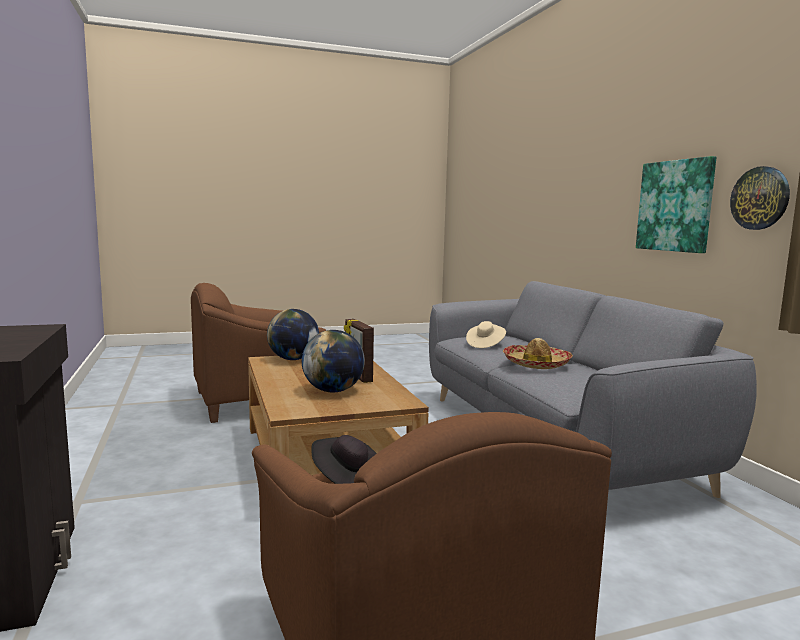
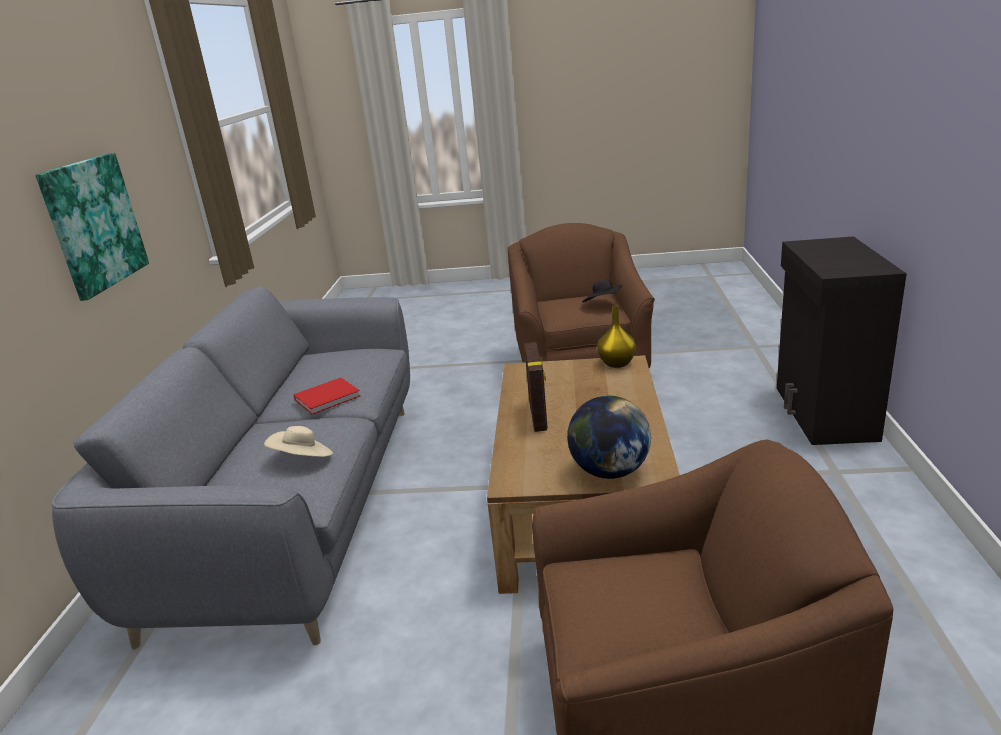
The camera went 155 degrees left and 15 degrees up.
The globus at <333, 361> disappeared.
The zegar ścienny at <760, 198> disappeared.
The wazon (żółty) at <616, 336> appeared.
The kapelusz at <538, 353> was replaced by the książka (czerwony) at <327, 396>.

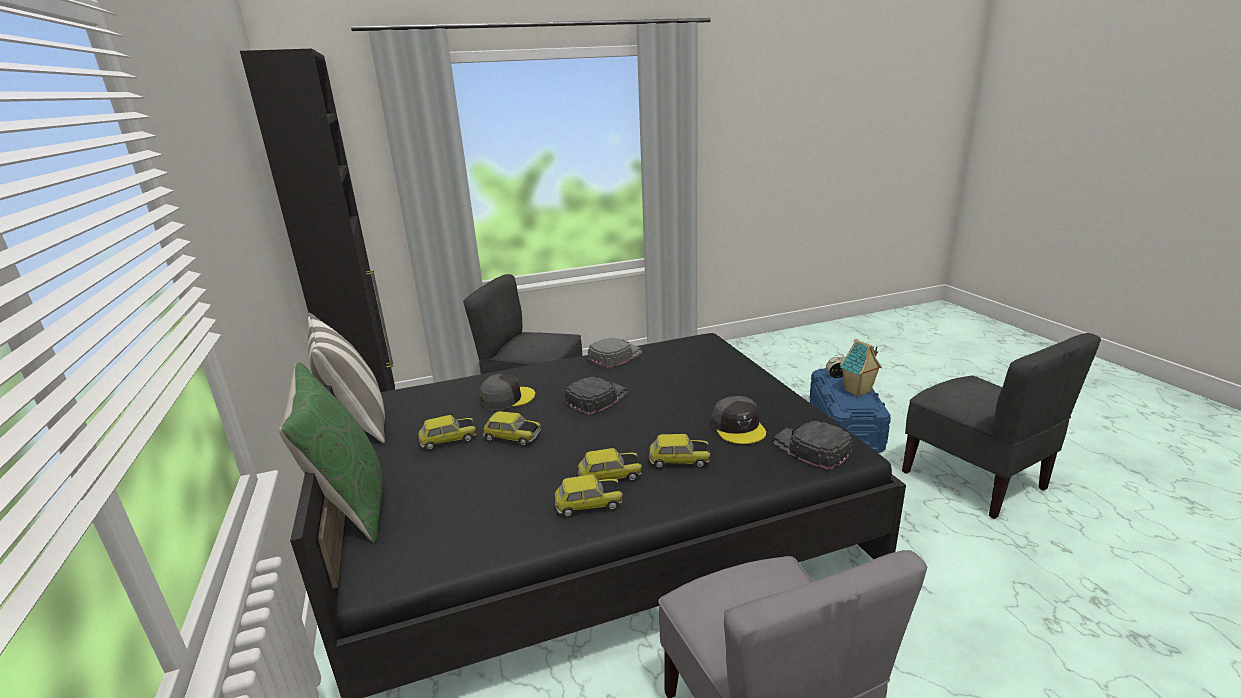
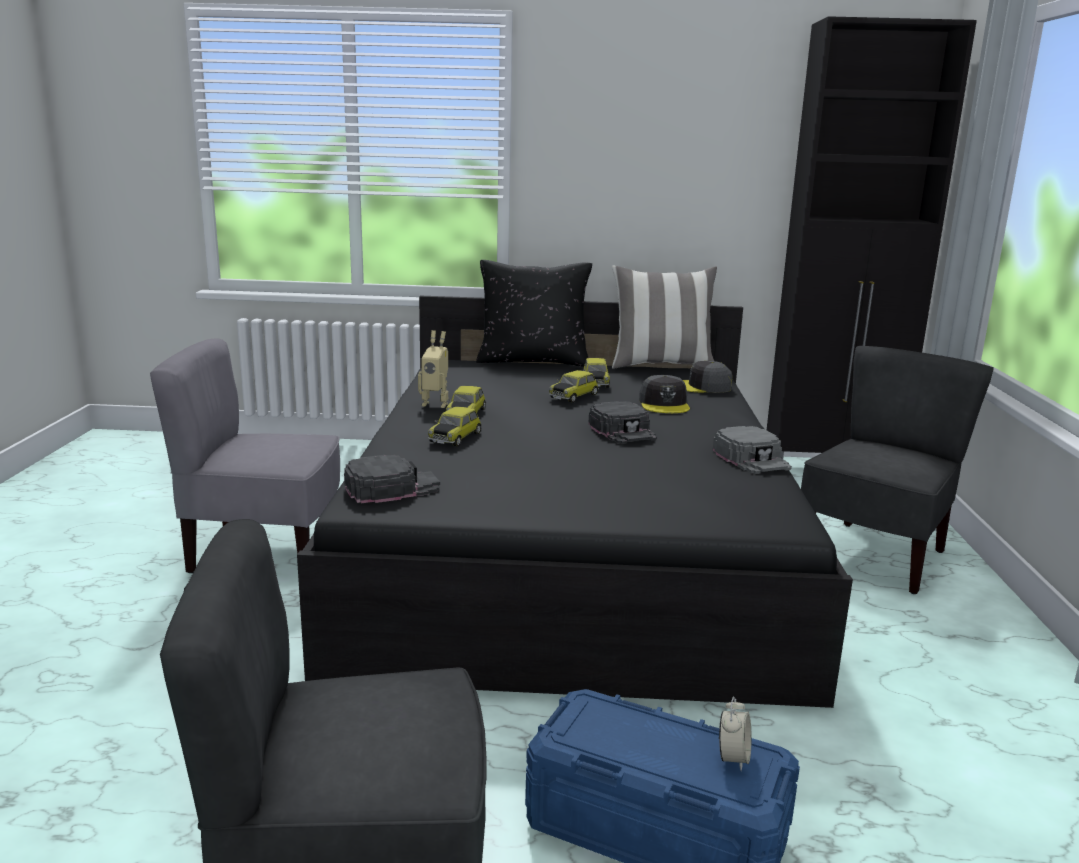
The camera went 110 degrees right and 5 degrees down.
The domek at <861, 368> disappeared.
The czapka z daszkiem (szary) moved from <739, 420> to <708, 377>.
The samochodzik at <588, 496> was replaced by the robot zabawkowy at <433, 369>.
The poduszka (zielony) at <330, 452> became the poduszka (czarny) at <534, 313>.

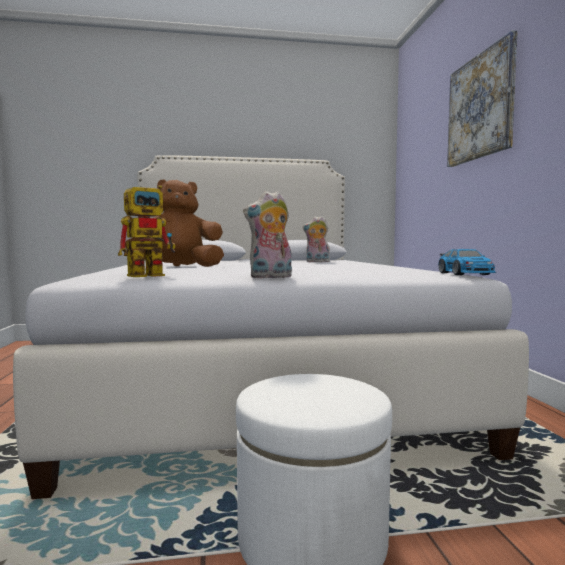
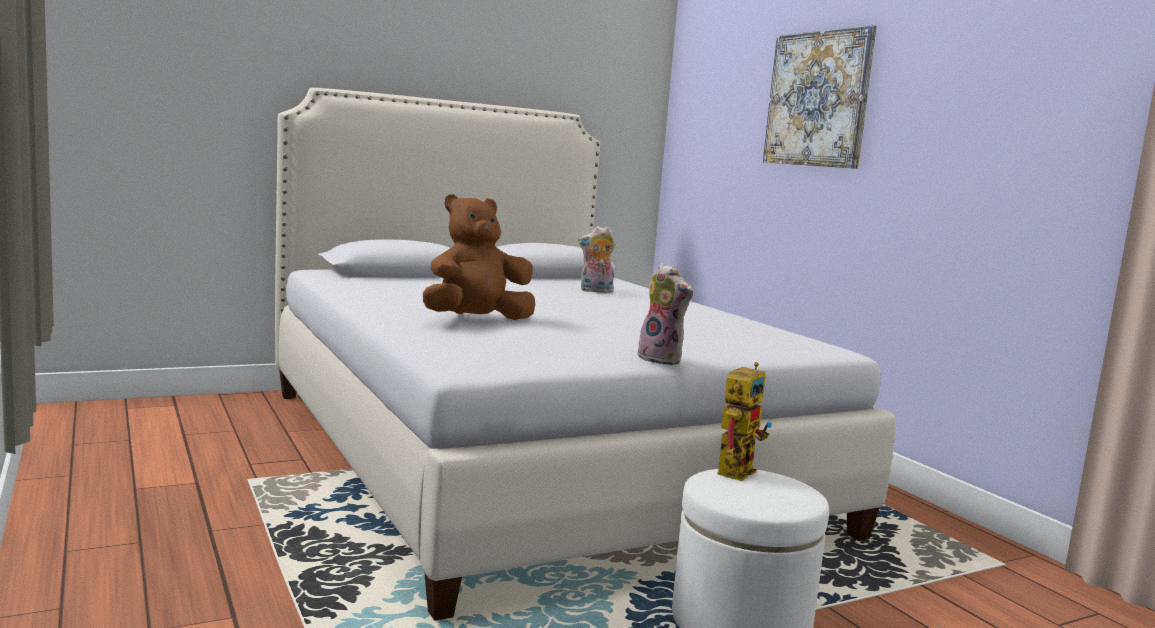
The camera went 20 degrees left and 5 degrees up.
The samochodzik at <467, 262> disappeared.
The robot zabawkowy moved from <147, 231> to <745, 421>.
The pluszak at <267, 234> turned 90 degrees counterclockwise.

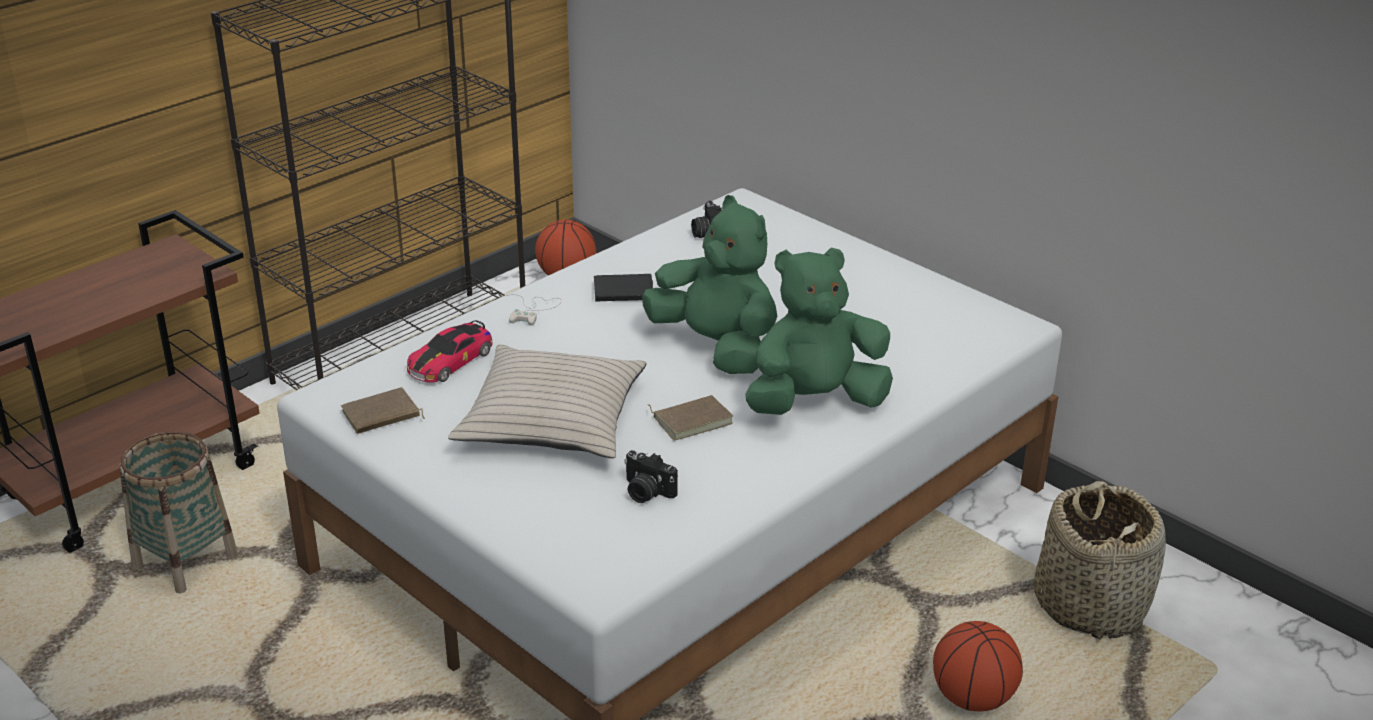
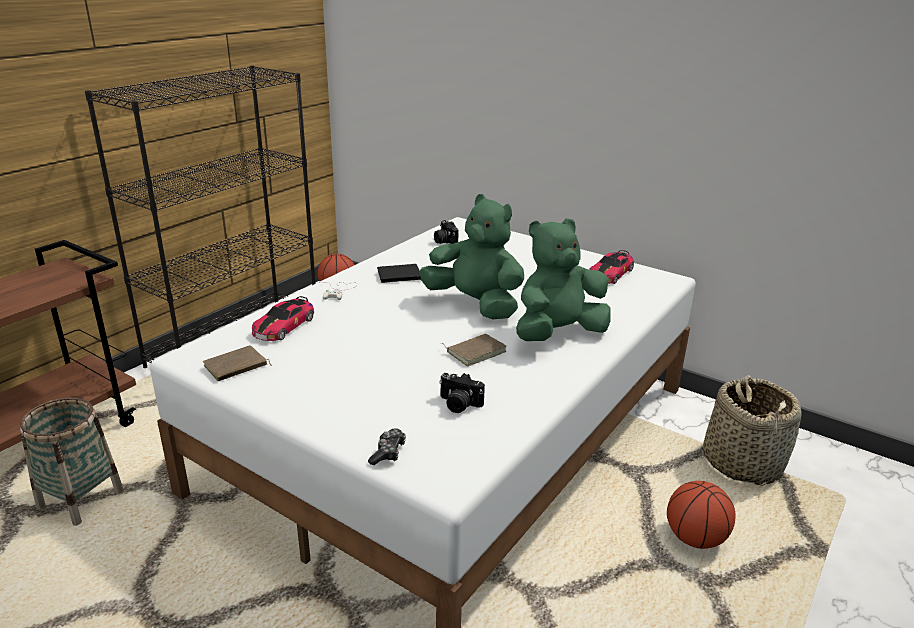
The camera went 10 degrees left and 5 degrees down.
The poduszka (beżowy) at <547, 401> disappeared.
The pad do gier at <387, 446> appeared.
The samochodzik at <611, 267> appeared.

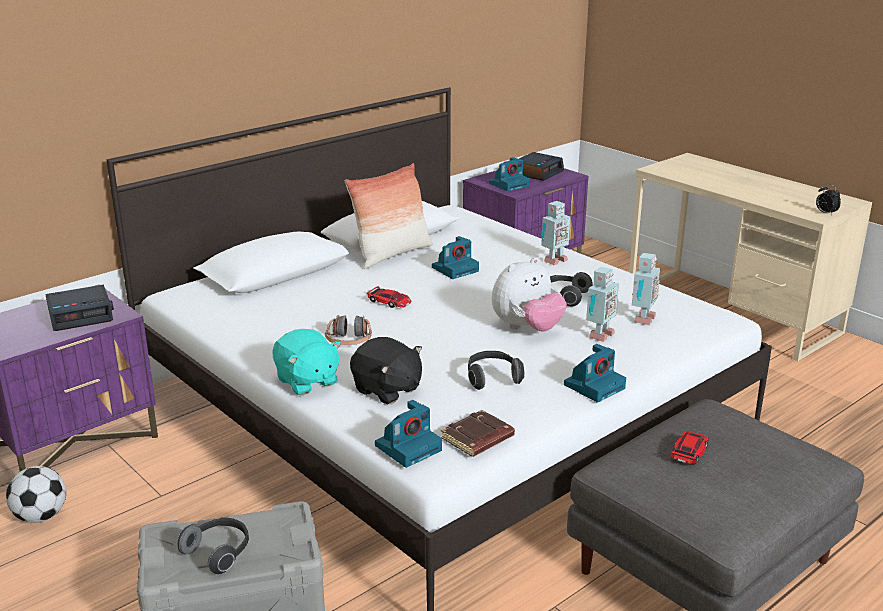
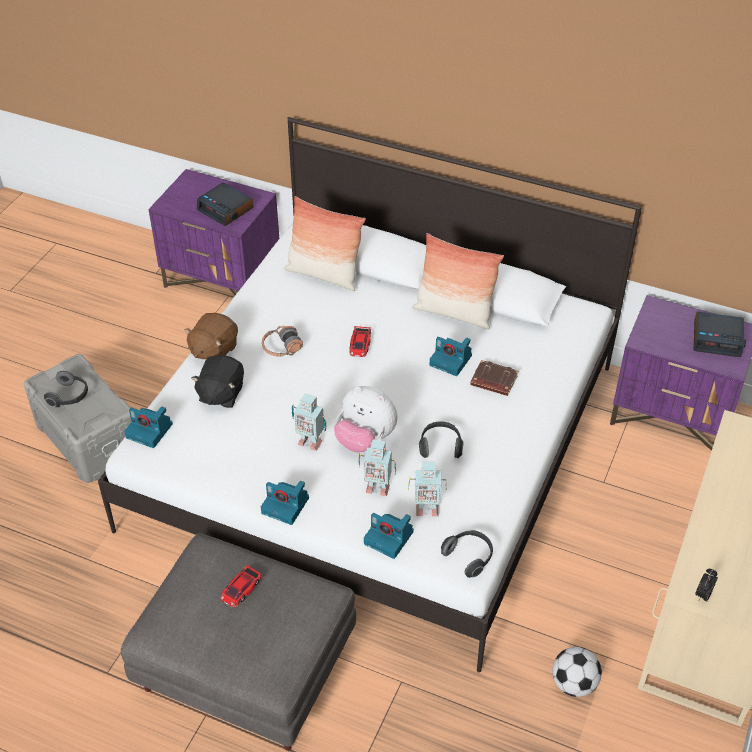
The camera went 65 degrees right and 20 degrees up.
The poduszka at <325, 243> appeared.
The piłka futbolowa moved from <36, 494> to <577, 672>.
The książka (brązowy) moved from <478, 433> to <494, 378>.
The słuchawki moved from <496, 370> to <467, 554>.
The aparat fotograficzny moved from <509, 174> to <389, 536>.
The robot zabawkowy moved from <556, 233> to <309, 422>.
The pluszak (turkusowy) at <307, 362> became the pluszak (brązowy) at <211, 336>.
The samochodzik at <689, 447> turned 120 degrees clockwise.

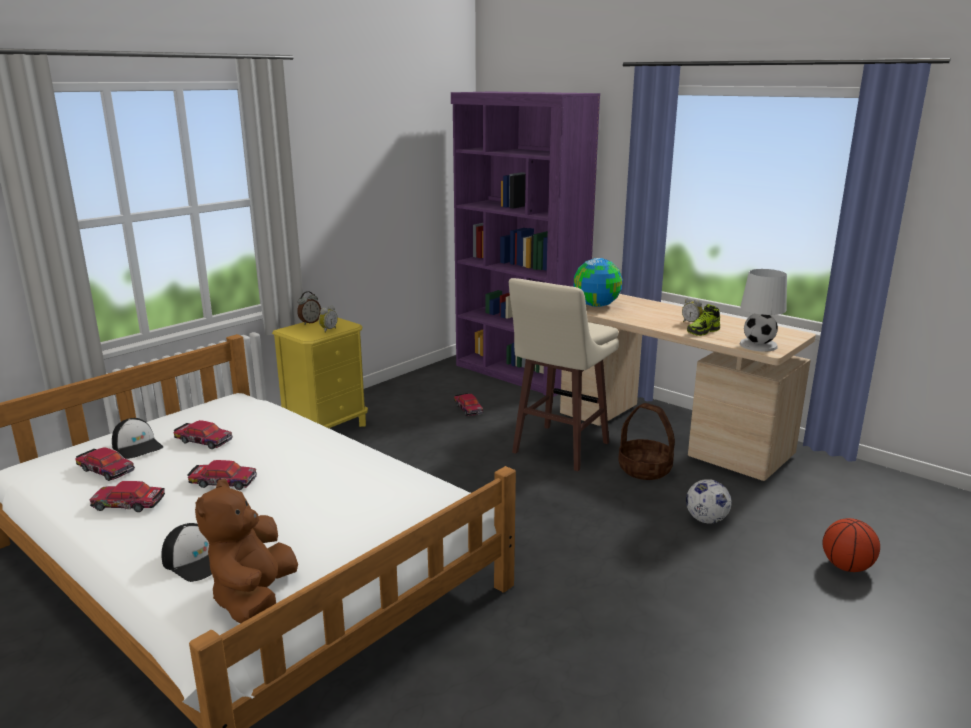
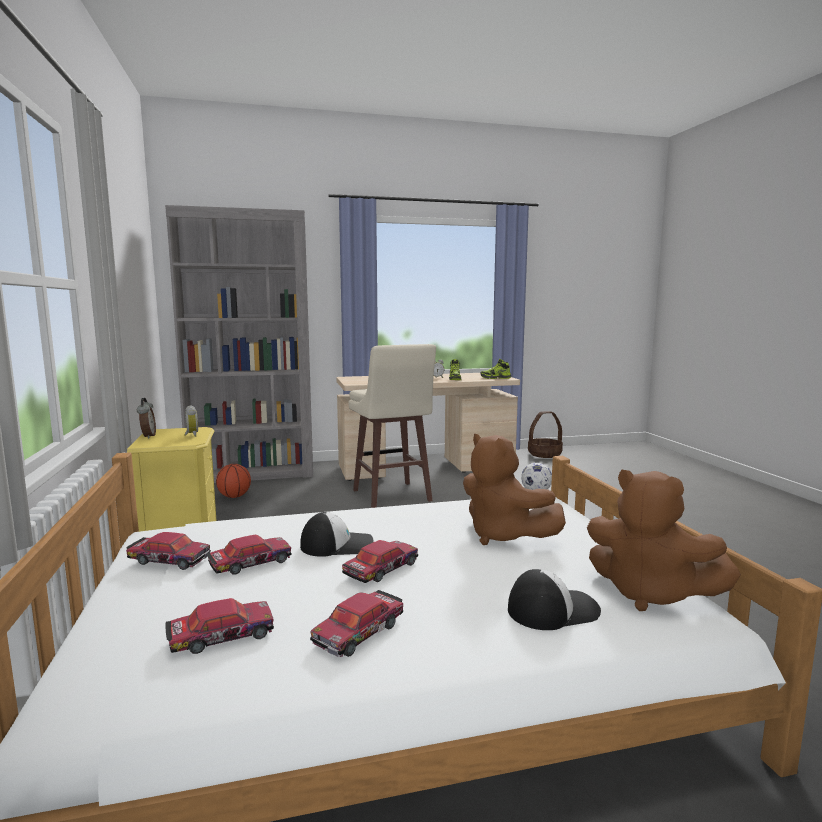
The camera went 55 degrees left and 10 degrees down.
The globus at <598, 282> disappeared.
The pluszak (brązowy) at <514, 489> appeared.
The czapka z daszkiem moved from <137, 438> to <337, 534>.
The samochodzik moved from <468, 404> to <168, 551>.
The koszyk moved from <646, 441> to <545, 434>.
The piłka do koszykówki moved from <851, 545> to <233, 481>.
The lampa stołowa (biały) at <763, 310> was replaced by the but at <495, 369>.
The regał (fioletowy) at <525, 244> became the regał (szary) at <239, 344>.

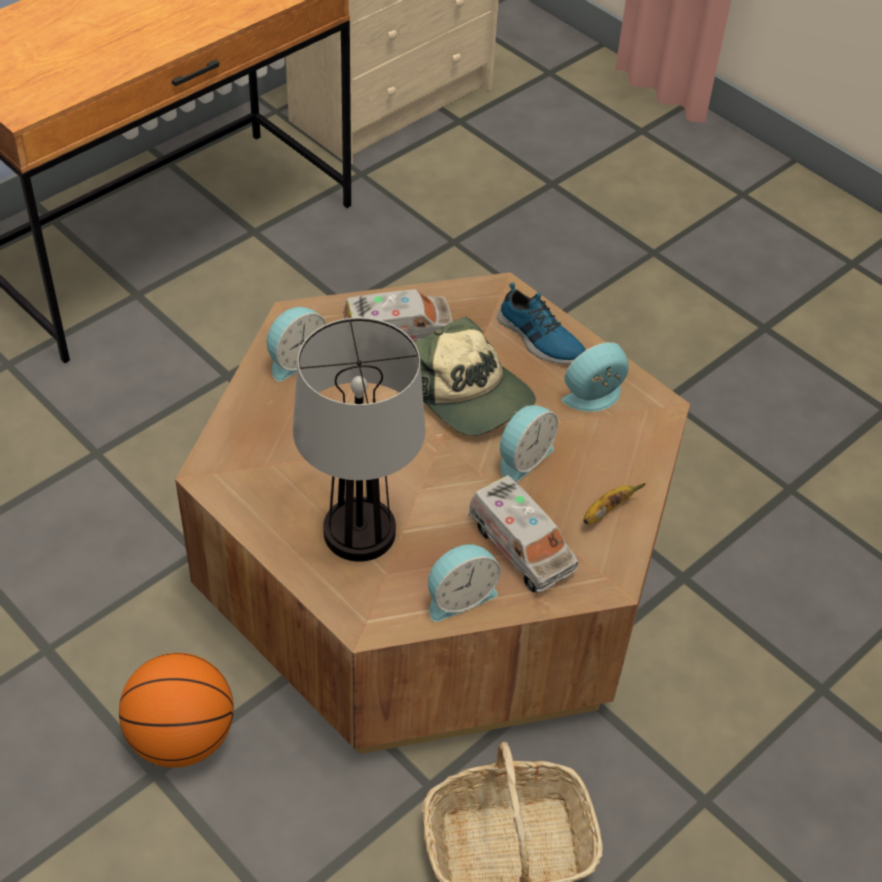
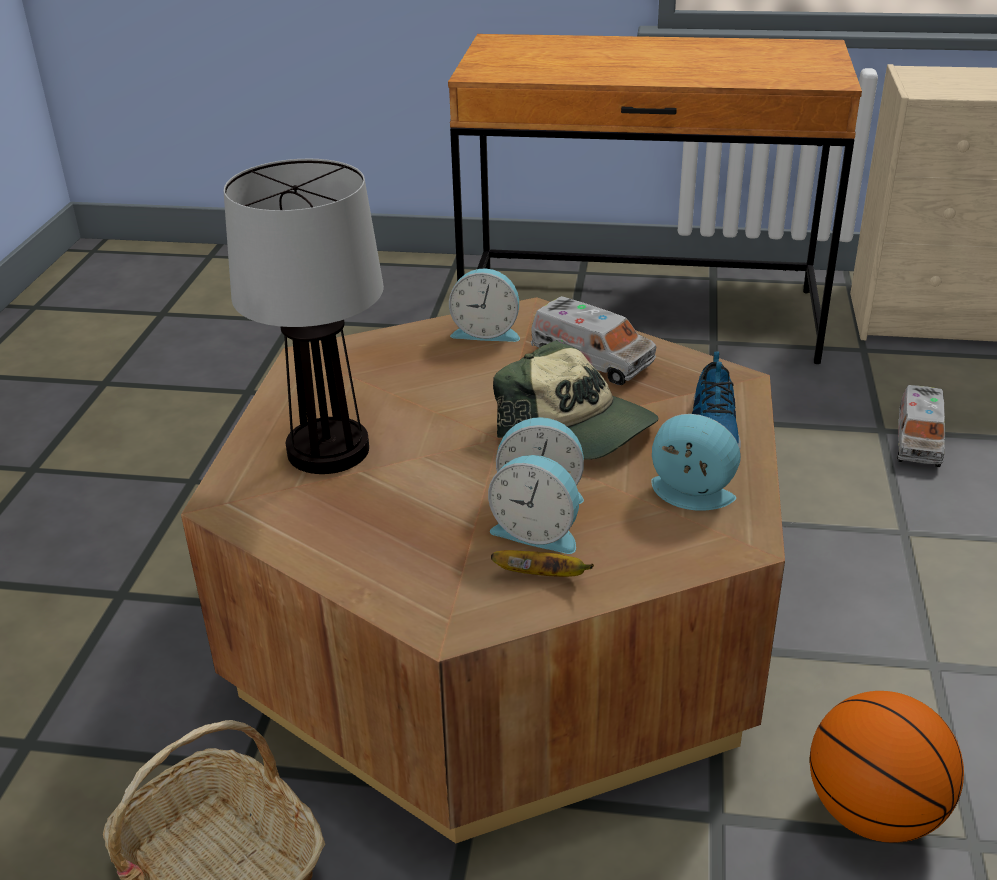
The camera went 55 degrees right and 15 degrees down.
The piłka do koszykówki moved from <176, 710> to <887, 767>.
The budzik moved from <464, 582> to <533, 504>.
The ciężarówka zabawkowa moved from <523, 534> to <921, 426>.
The czapka z daszkiem at <475, 376> turned 60 degrees counterclockwise.

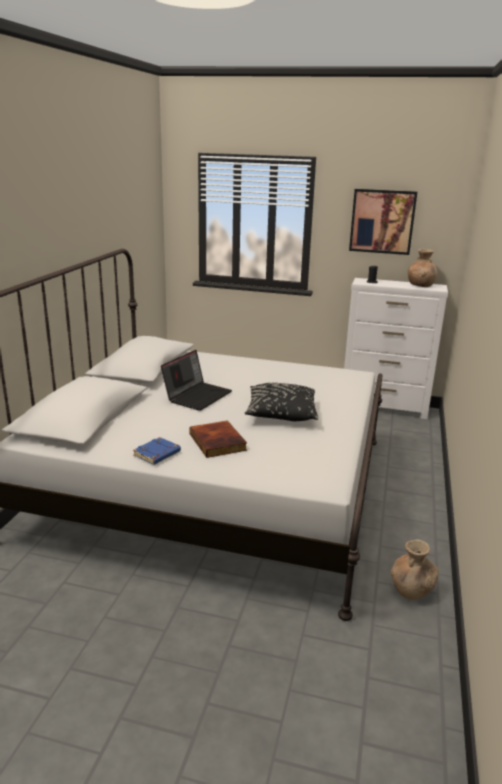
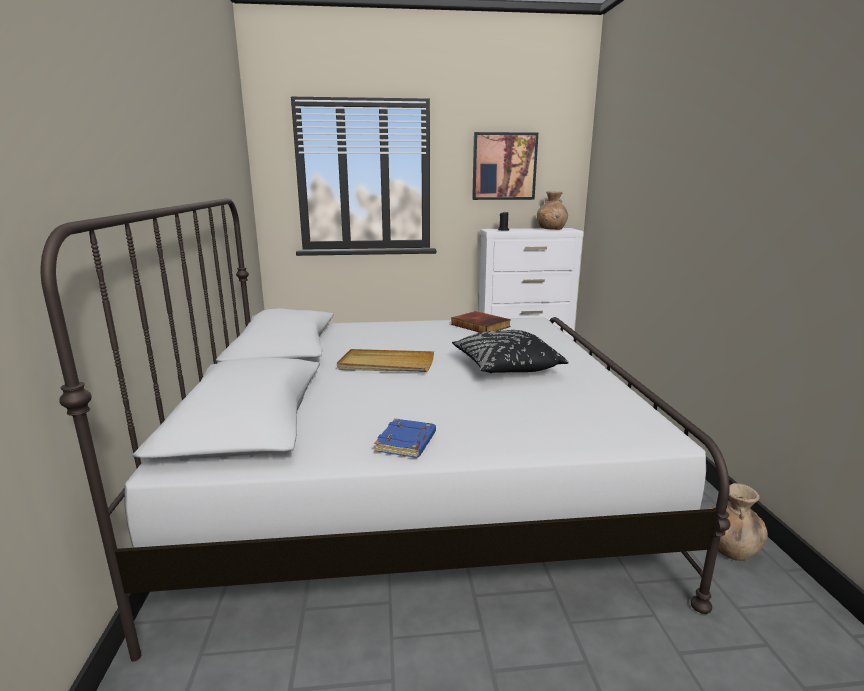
The camera went 20 degrees left and 5 degrees down.
The książka moved from <218, 439> to <481, 322>.
The laptop at <196, 380> was replaced by the taca (beżowy) at <385, 360>.

